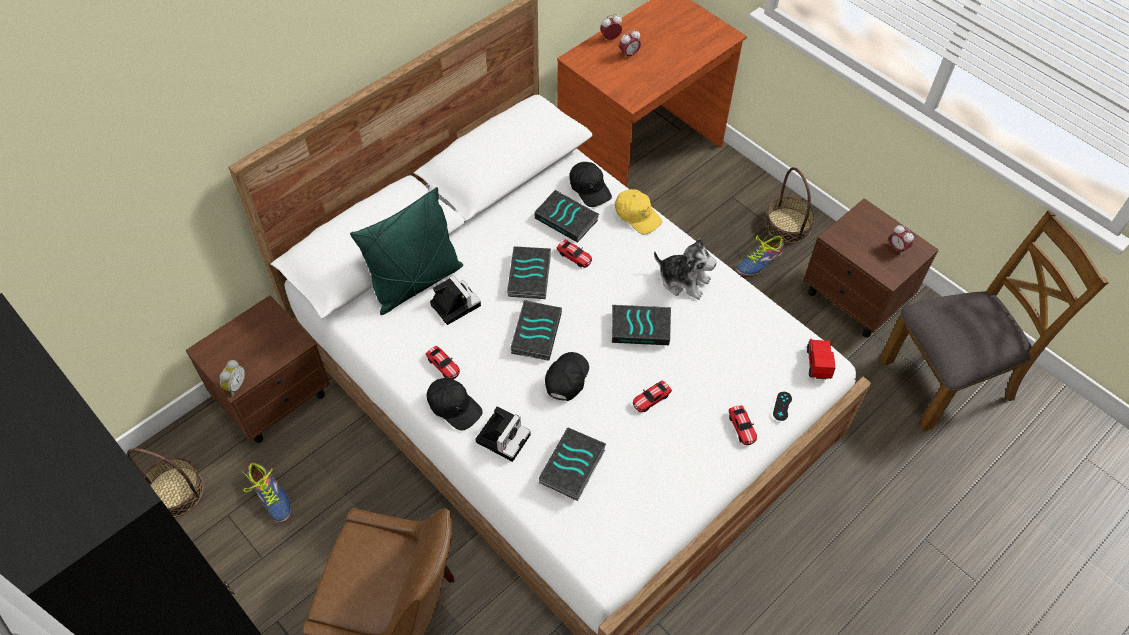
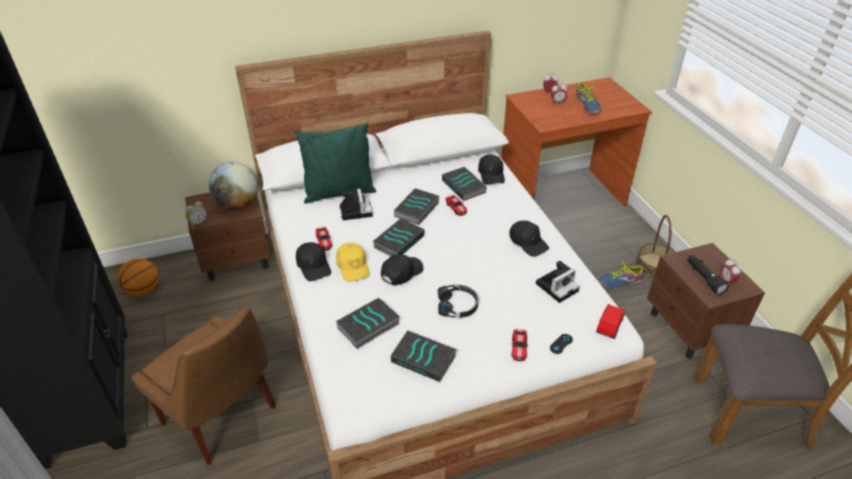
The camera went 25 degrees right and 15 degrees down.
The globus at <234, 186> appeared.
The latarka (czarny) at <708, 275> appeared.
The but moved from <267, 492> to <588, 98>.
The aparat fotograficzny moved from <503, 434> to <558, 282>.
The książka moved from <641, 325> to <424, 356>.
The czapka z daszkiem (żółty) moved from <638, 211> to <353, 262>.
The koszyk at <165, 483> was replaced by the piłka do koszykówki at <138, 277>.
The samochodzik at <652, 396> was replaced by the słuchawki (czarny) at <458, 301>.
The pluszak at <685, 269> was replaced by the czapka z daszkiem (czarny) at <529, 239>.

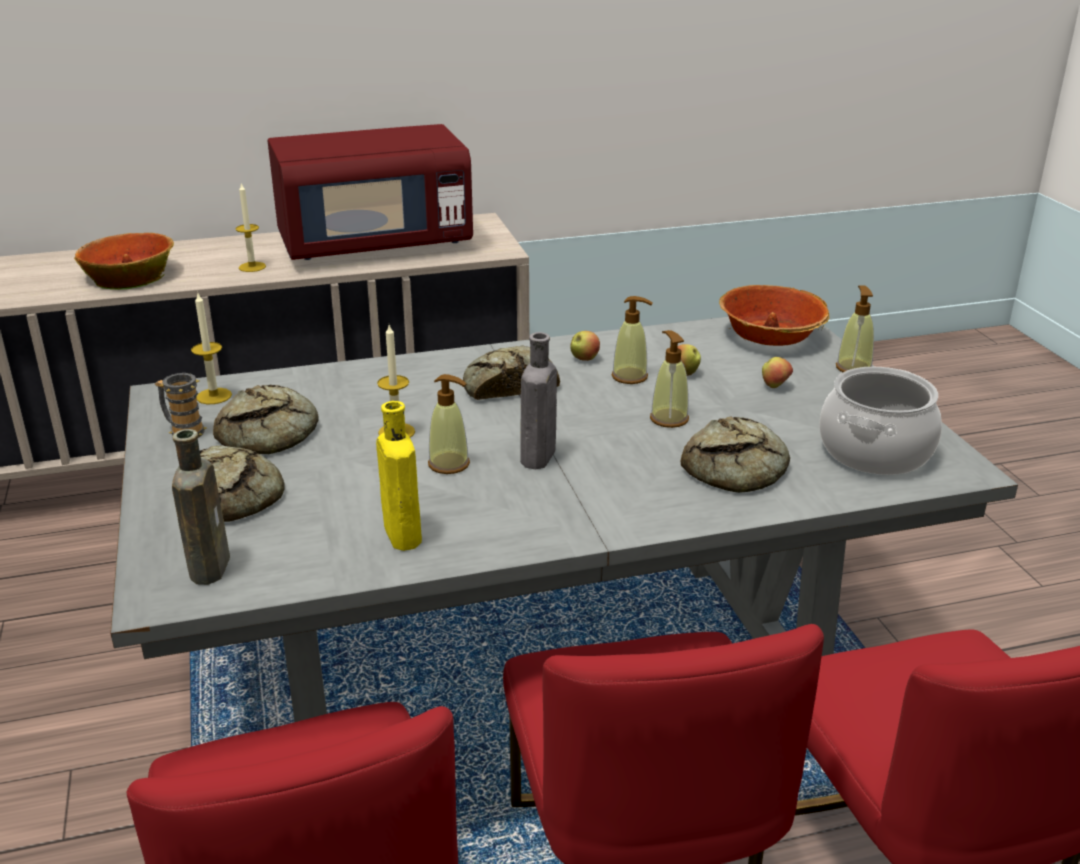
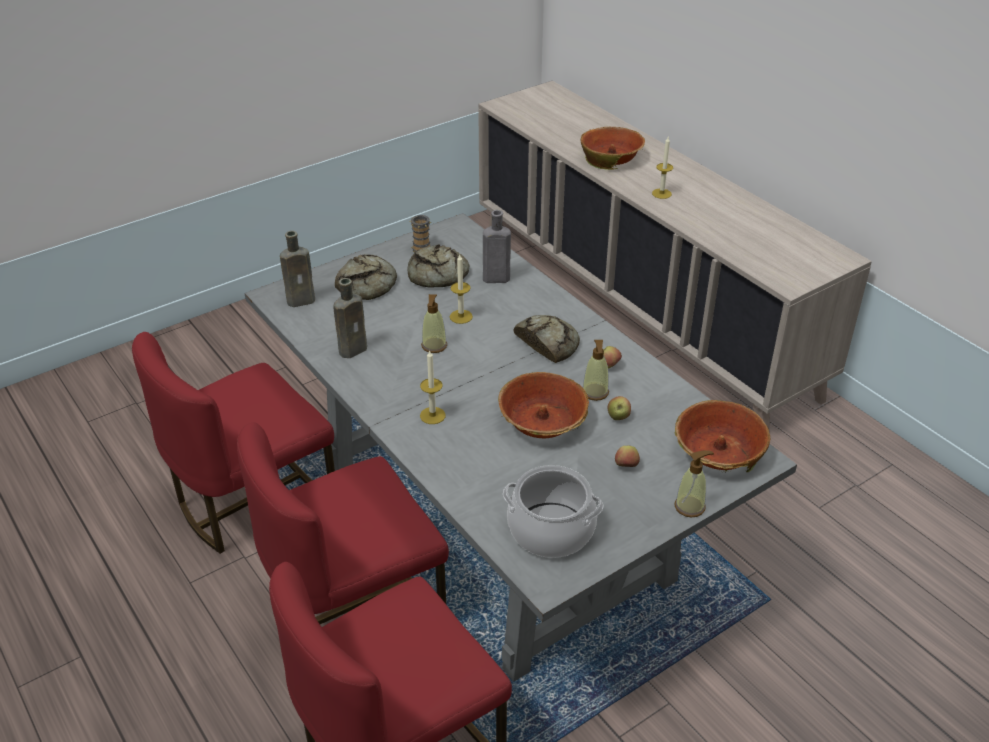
The camera went 70 degrees right and 10 degrees up.
The mikrofalówka (czerwony) at <370, 192> disappeared.
The chleb at <735, 454> disappeared.
The świeca moved from <211, 348> to <433, 387>.
The butelka (szary) moved from <538, 400> to <497, 246>.
The dozownik mydła at <669, 379> was replaced by the miska at <543, 405>.
The butelka (żółty) at <399, 476> became the butelka (brązowy) at <350, 318>.

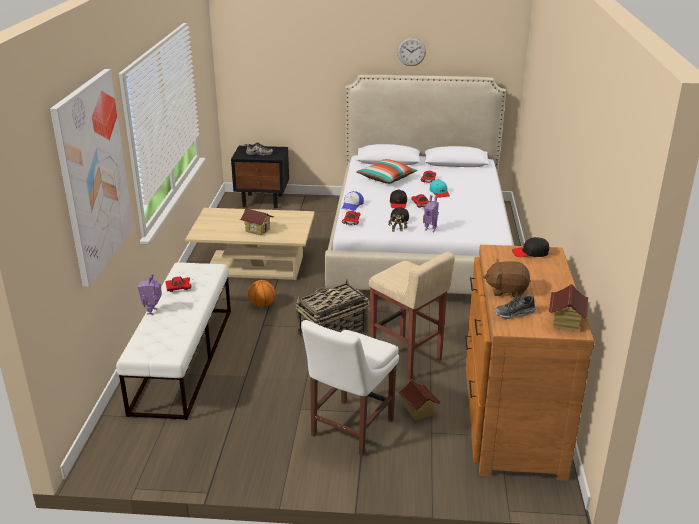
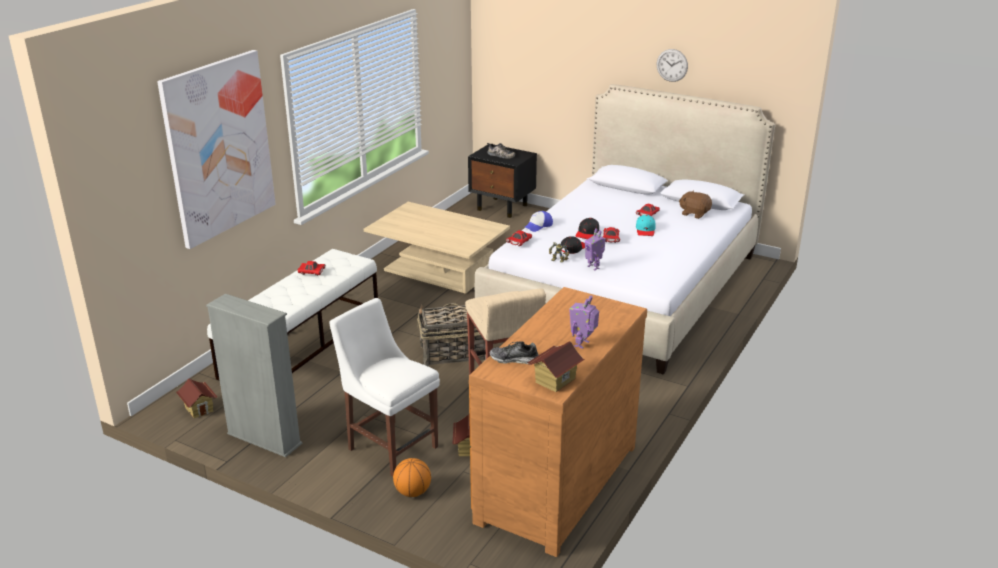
The camera went 25 degrees right and 0 degrees up.
The poduszka at <386, 171> disappeared.
The czapka z daszkiem (czarny) at <530, 247> disappeared.
The regał (szary) at <254, 375> appeared.
The robot zabawkowy moved from <149, 294> to <584, 322>.
The domek moved from <257, 222> to <196, 398>.
The piłka do koszykówki moved from <261, 293> to <412, 477>.
The pluszak (brązowy) moved from <507, 278> to <695, 204>.
The krzesło (biały) at <350, 388> turned 75 degrees clockwise.

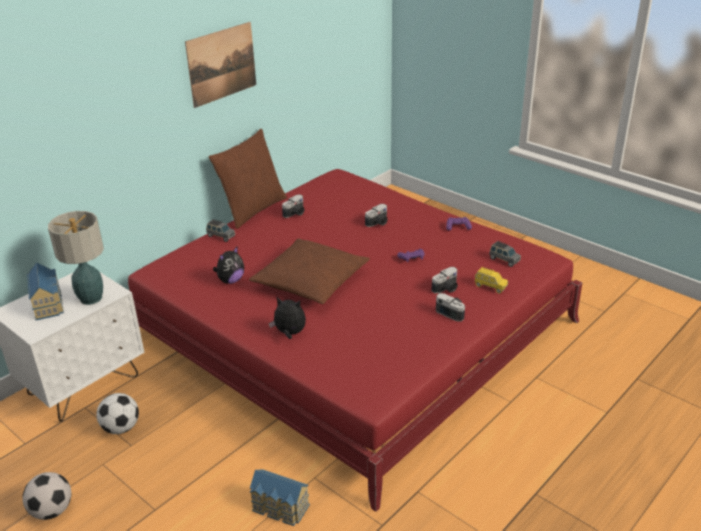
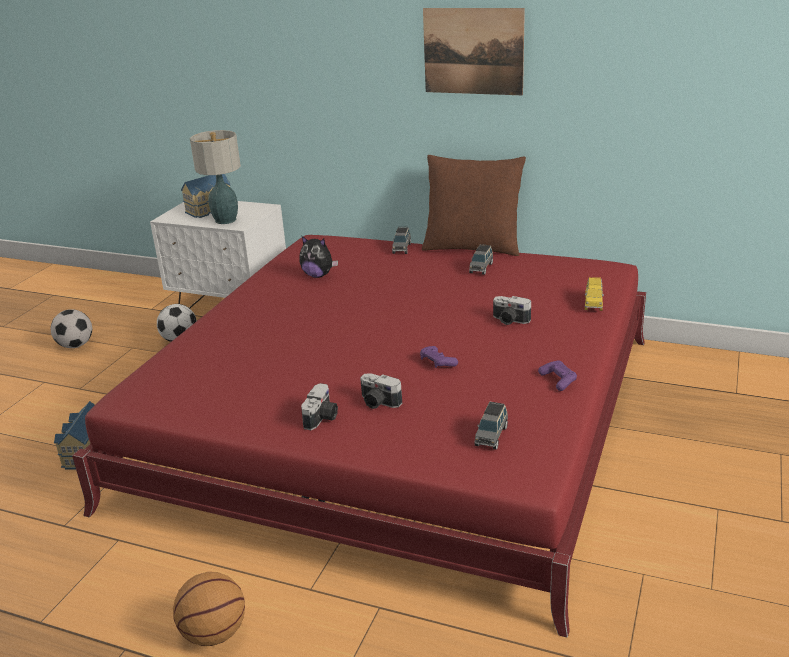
The camera went 70 degrees right and 5 degrees down.
The poduszka (brązowy) at <309, 271> disappeared.
The pluszak at <287, 318> disappeared.
The piłka do koszykówki at <209, 609> appeared.
The samochodzik (żółty) moved from <491, 280> to <594, 294>.
The aparat fotograficzny at <293, 206> was replaced by the samochodzik (szary) at <481, 259>.

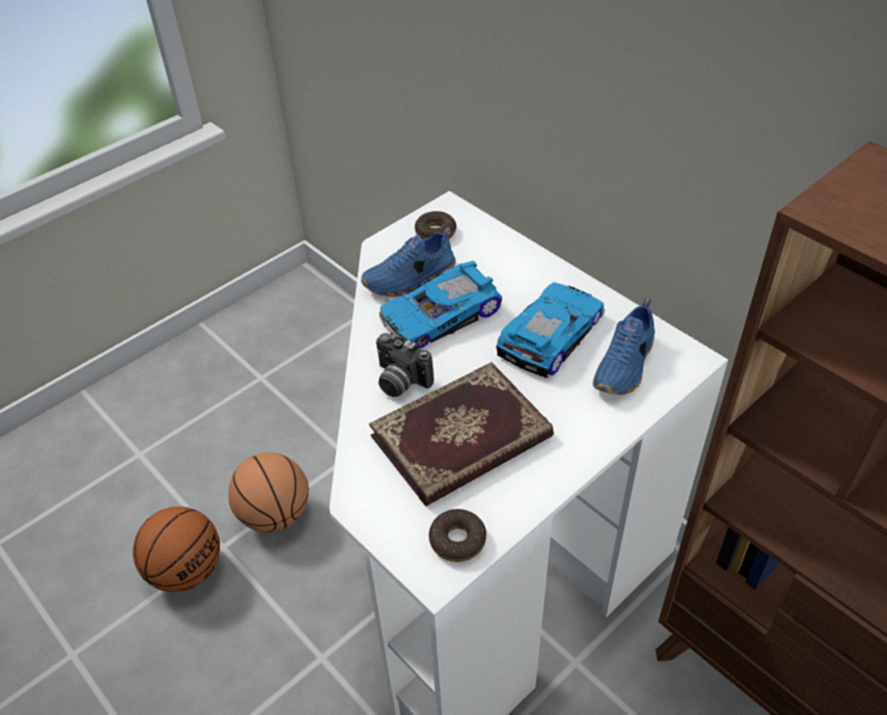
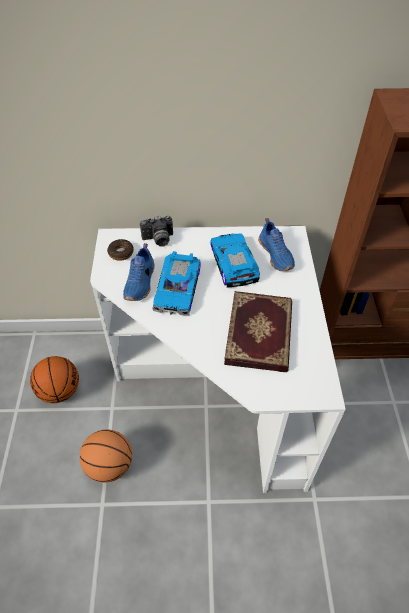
The camera went 50 degrees left and 5 degrees up.
The donut at <457, 535> disappeared.
The piłka do koszykówki moved from <176, 549> to <54, 379>.
The aparat fotograficzny moved from <405, 365> to <156, 231>.

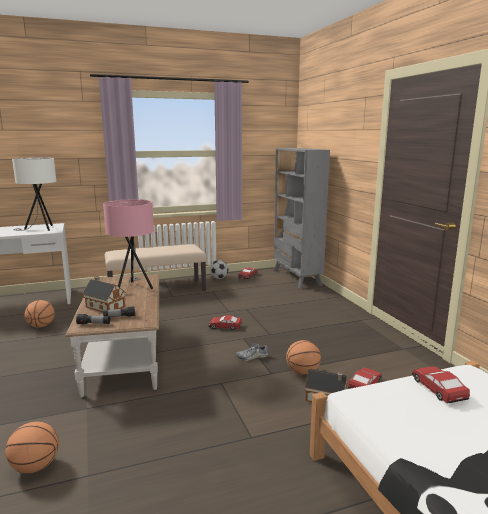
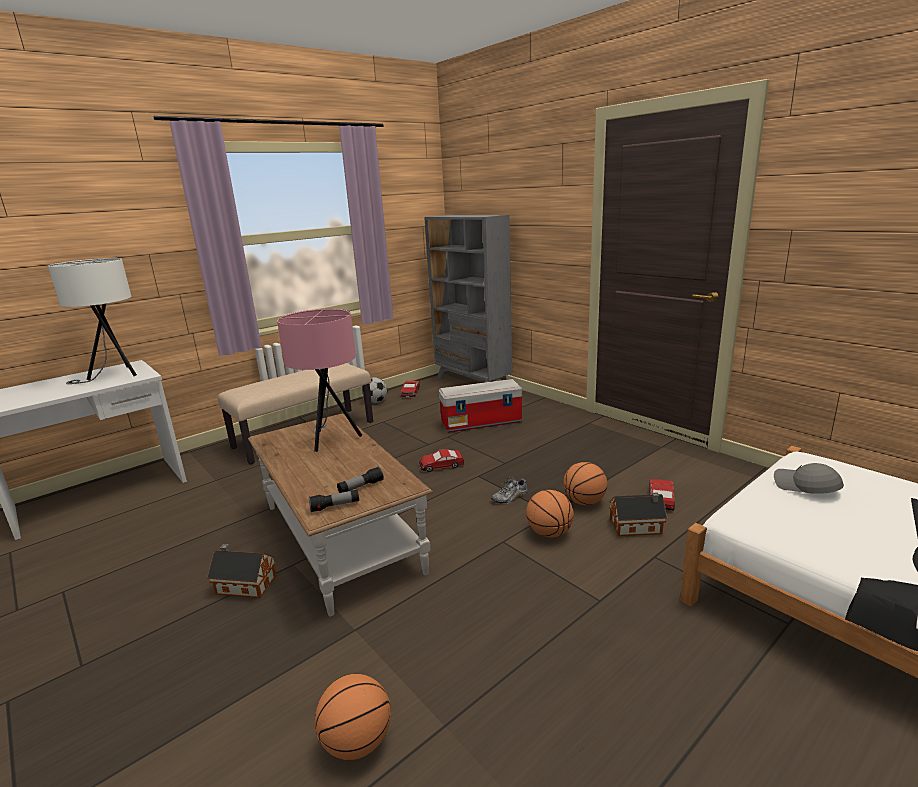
The camera went 20 degrees left and 5 degrees up.
The pojemnik do przechowywania at <480, 406> appeared.
The piłka do koszykówki moved from <39, 314> to <550, 513>.
The domek moved from <104, 294> to <241, 571>.
The samochodzik at <441, 385> was replaced by the czapka z daszkiem (szary) at <809, 478>.

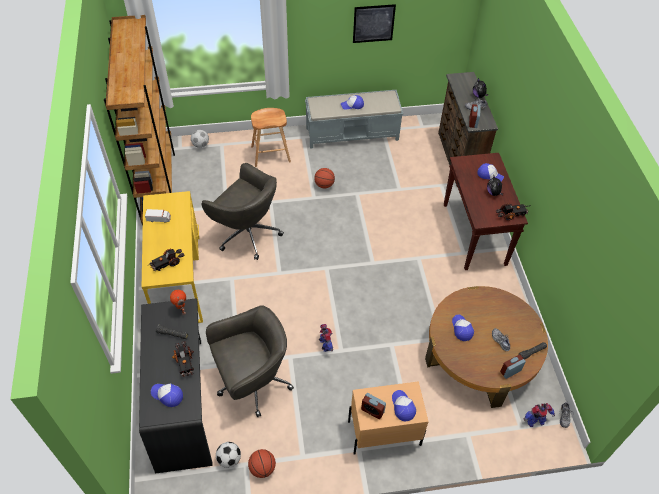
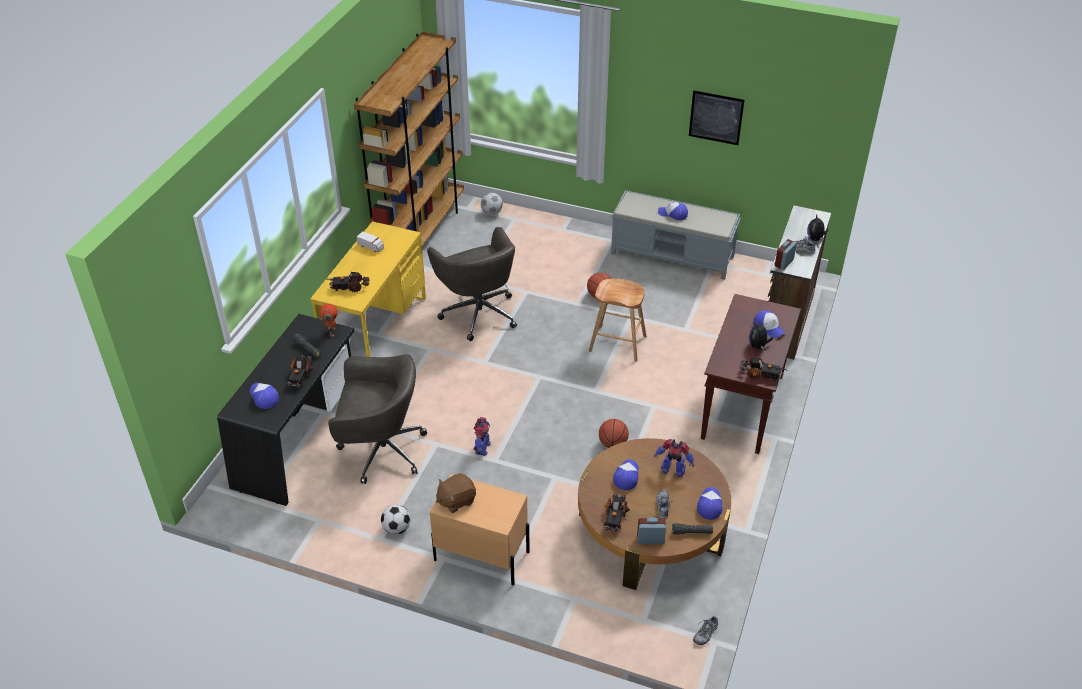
The camera went 30 degrees right and 10 degrees down.
The ciężarówka zabawkowa at <617, 512> appeared.
The piłka futbolowa moved from <228, 455> to <396, 519>.
The piłka do koszykówki moved from <262, 463> to <614, 433>.
The stołek (brązowy) moved from <271, 137> to <617, 320>.
The czapka z daszkiem moved from <404, 405> to <709, 503>.
The robot zabawkowy moved from <539, 415> to <674, 458>.
The budzik at <373, 406> was replaced by the pluszak (brązowy) at <456, 493>.

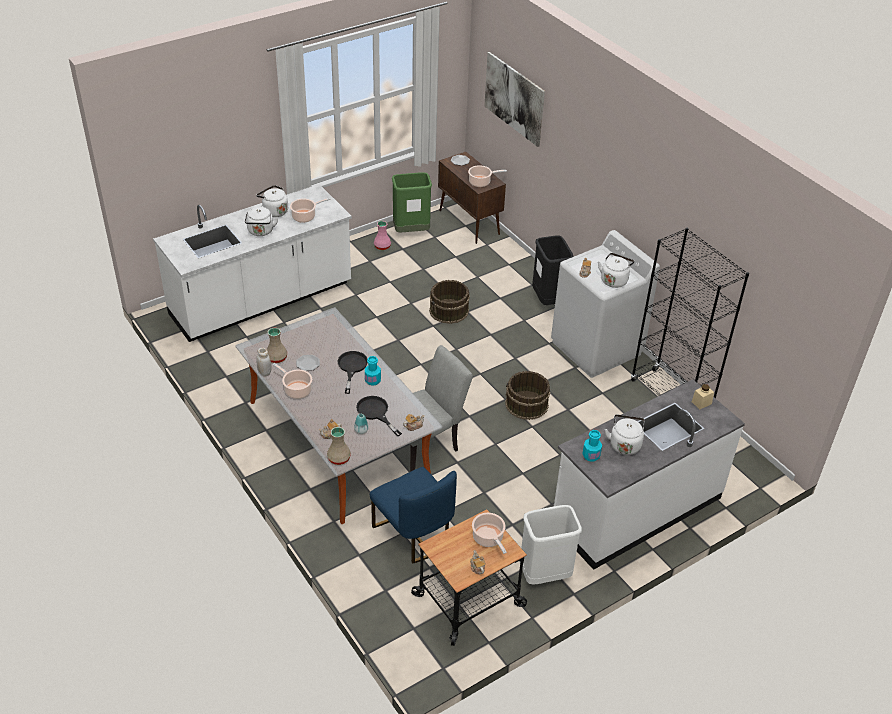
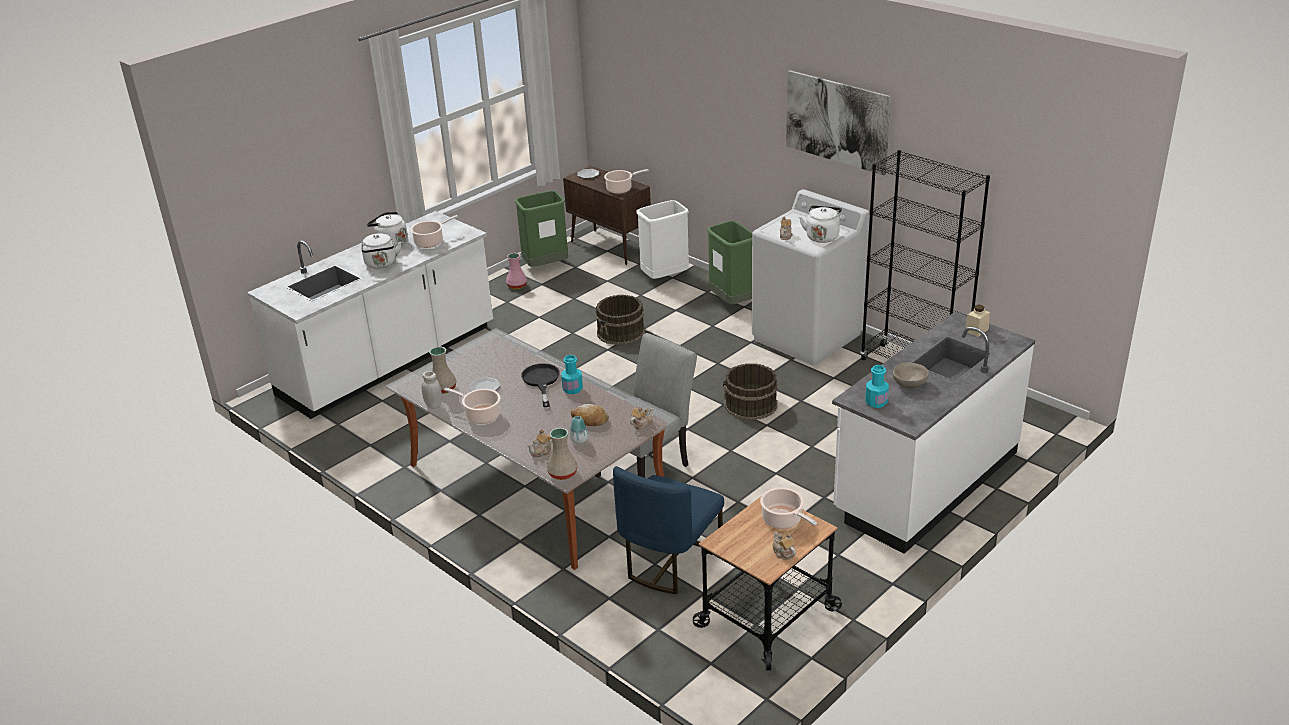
The camera went 10 degrees left and 10 degrees down.
The obraz moved from <514, 99> to <838, 122>.
The kosz na śmieci (biały) moved from <551, 545> to <662, 239>.
The patelnia (czarny) at <379, 416> was replaced by the chleb at <590, 415>.
The czajnik (biały) at <625, 434> was replaced by the miska (beżowy) at <911, 375>.
The kosz na śmieci (czarny) at <552, 270> became the kosz na śmieci (zielony) at <730, 263>.
The krzesło (niebieski) at <413, 515> turned 75 degrees clockwise.

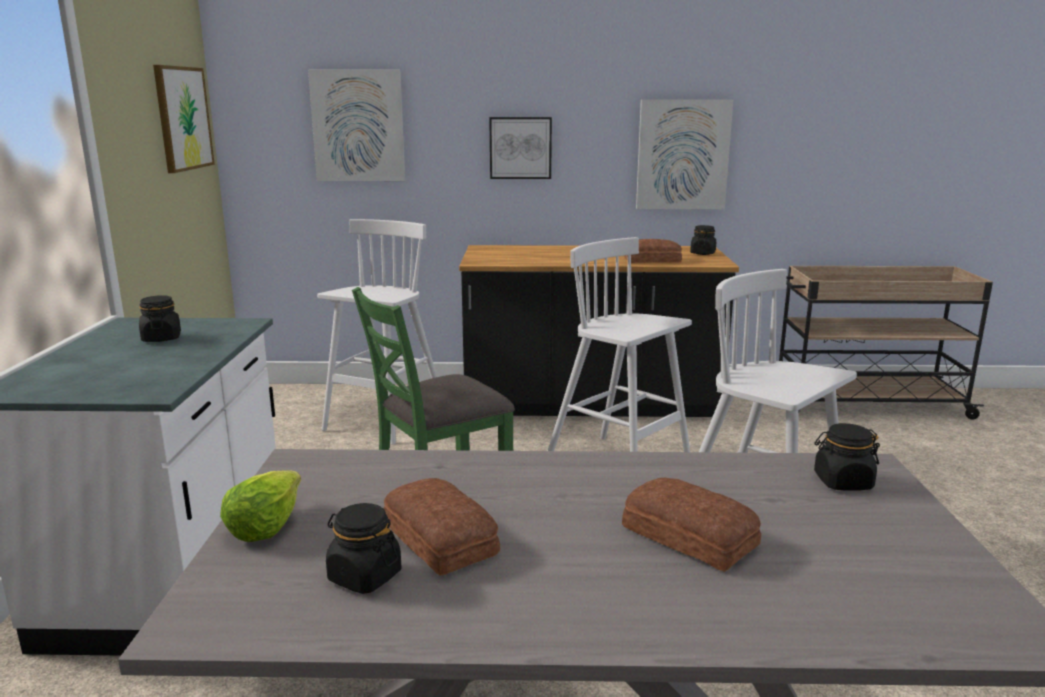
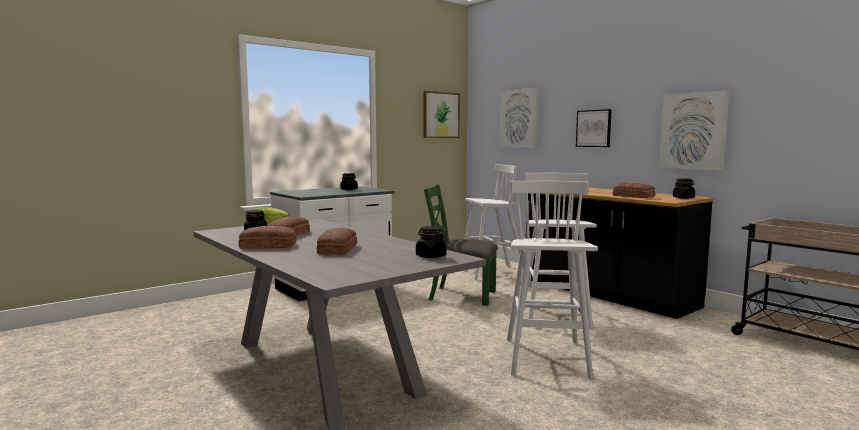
The camera went 50 degrees right and 10 degrees down.
The chleb at <268, 237> appeared.

